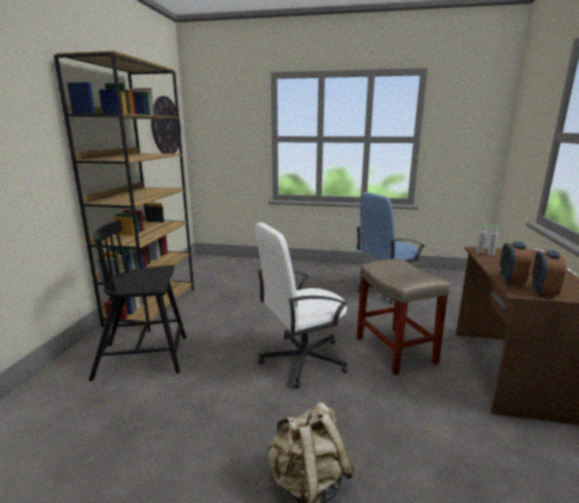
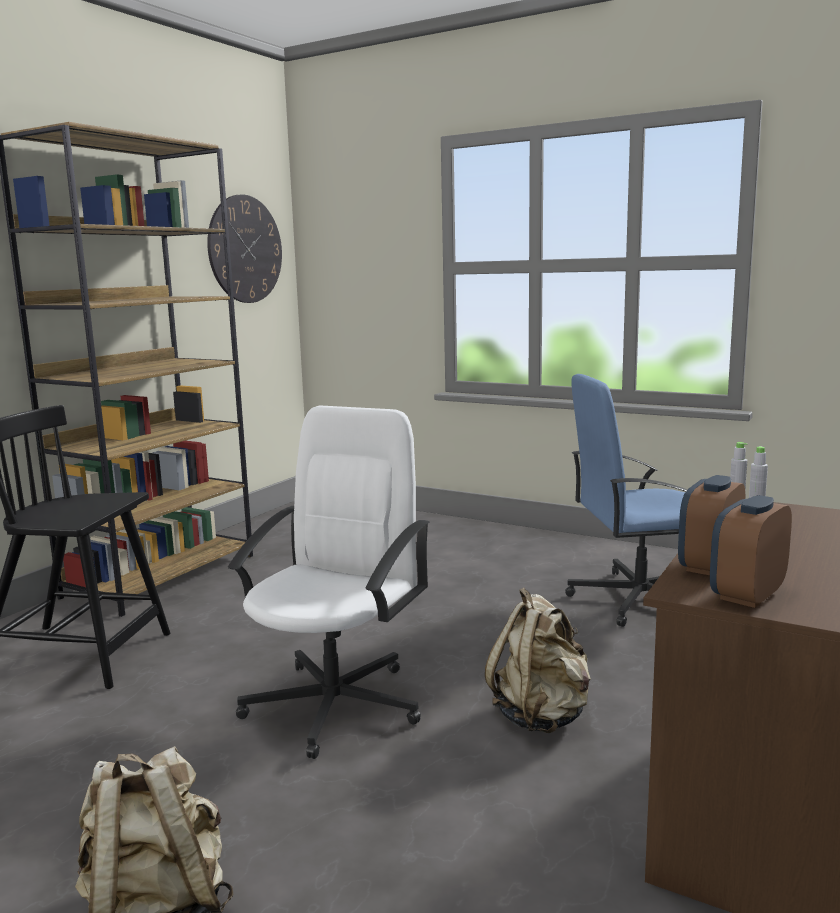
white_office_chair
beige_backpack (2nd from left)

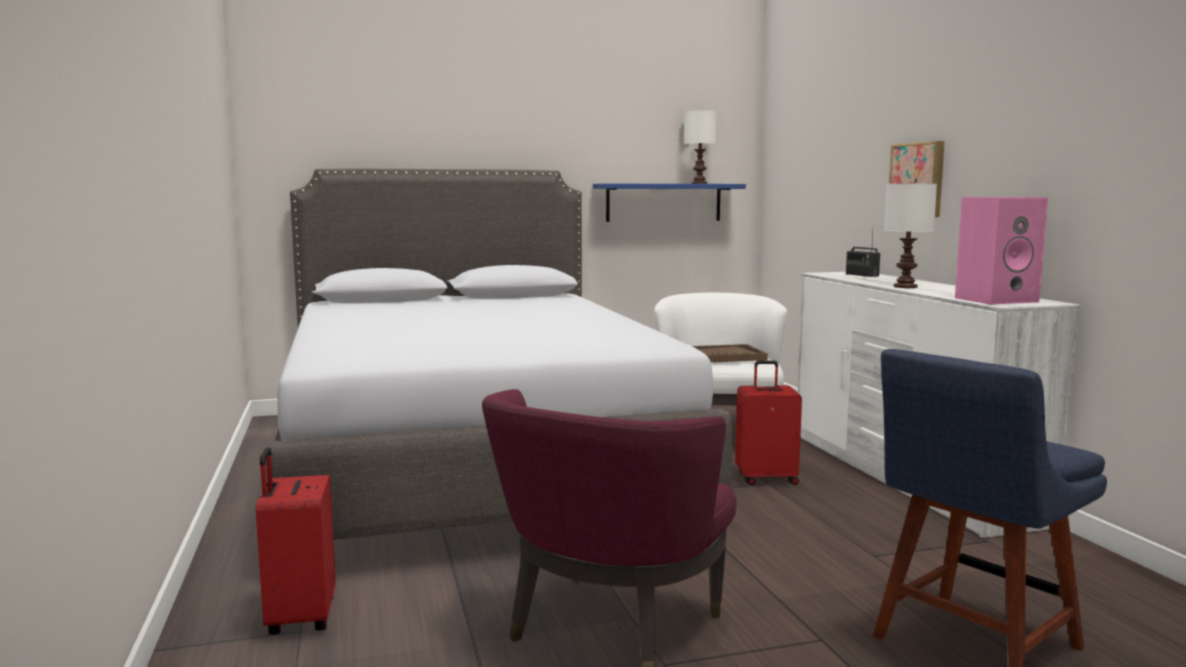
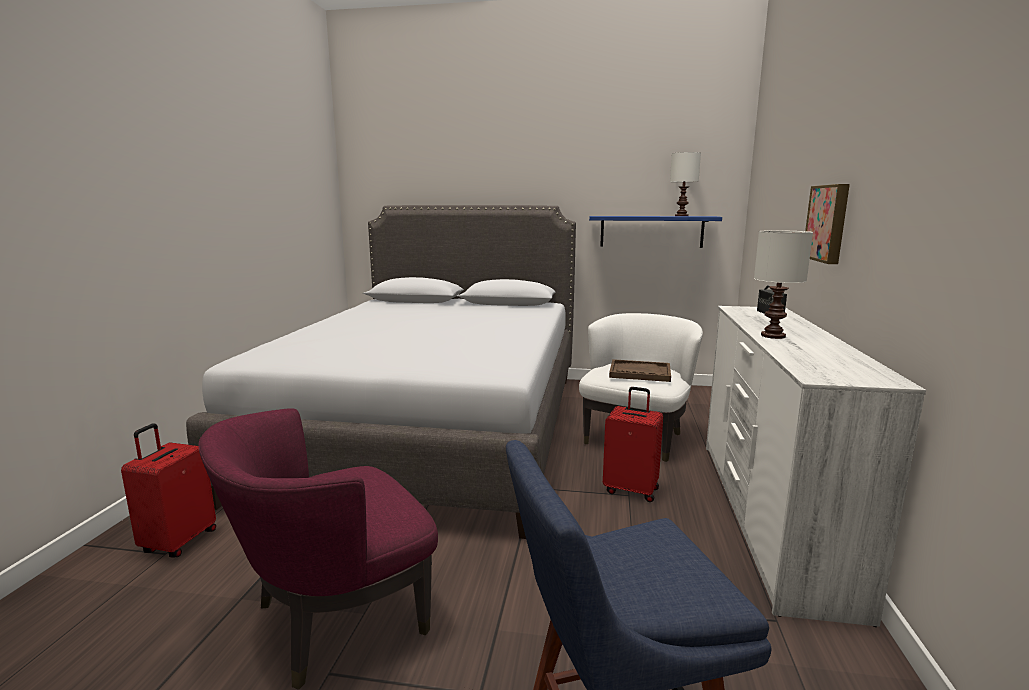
pink_speaker

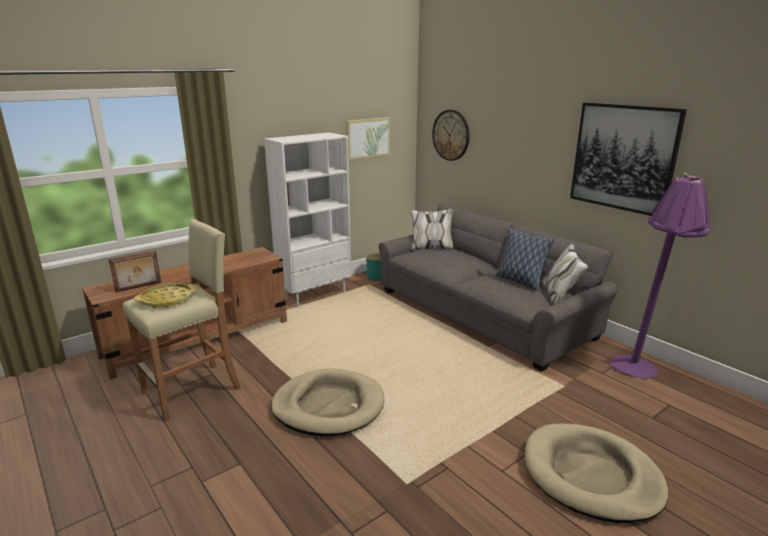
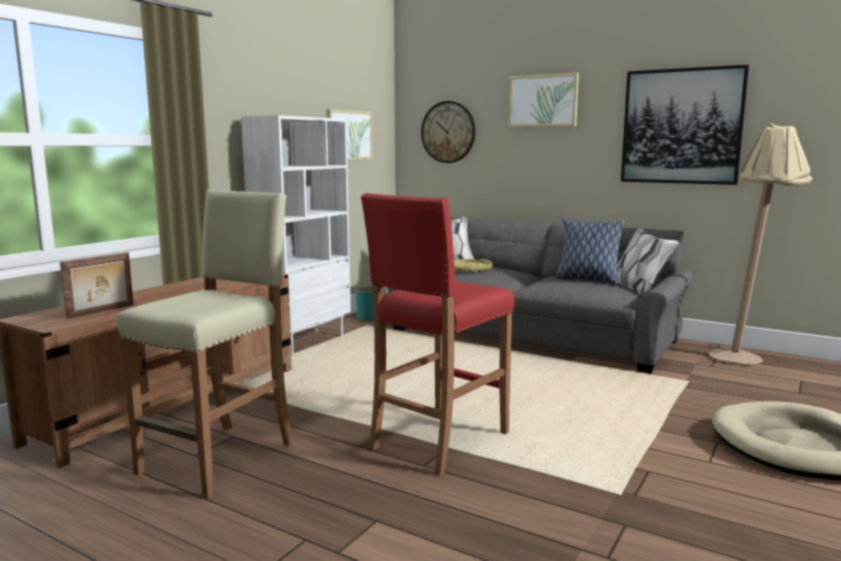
red_stool
yellow_tray
picture (2nd from left)
beige_floor_lamp

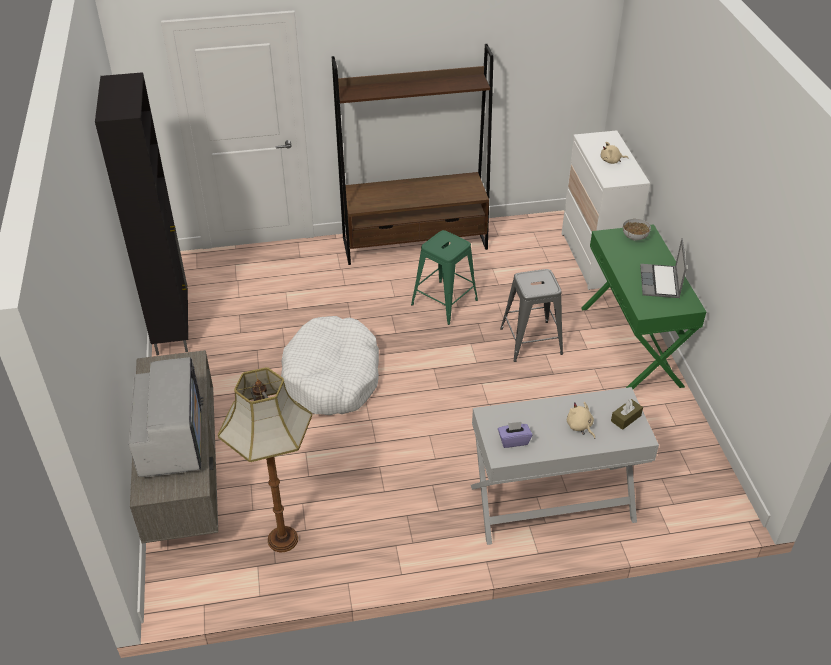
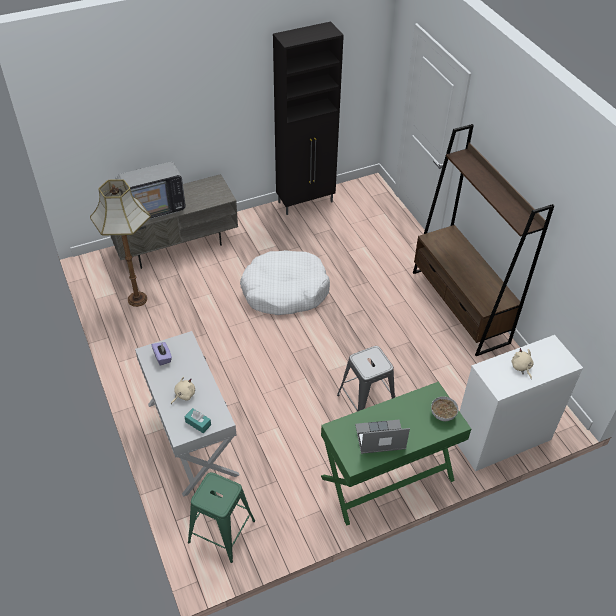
turquoise_tissue_box
green_stool

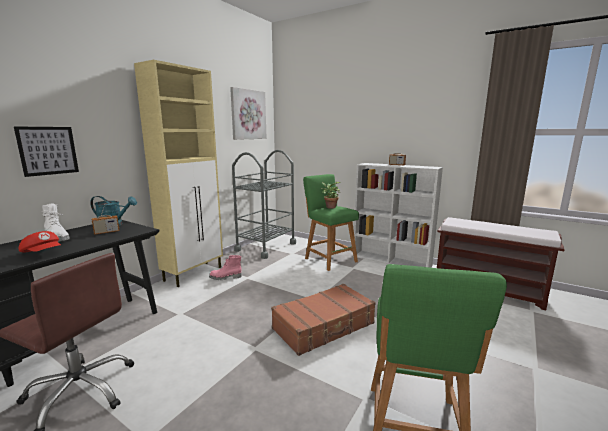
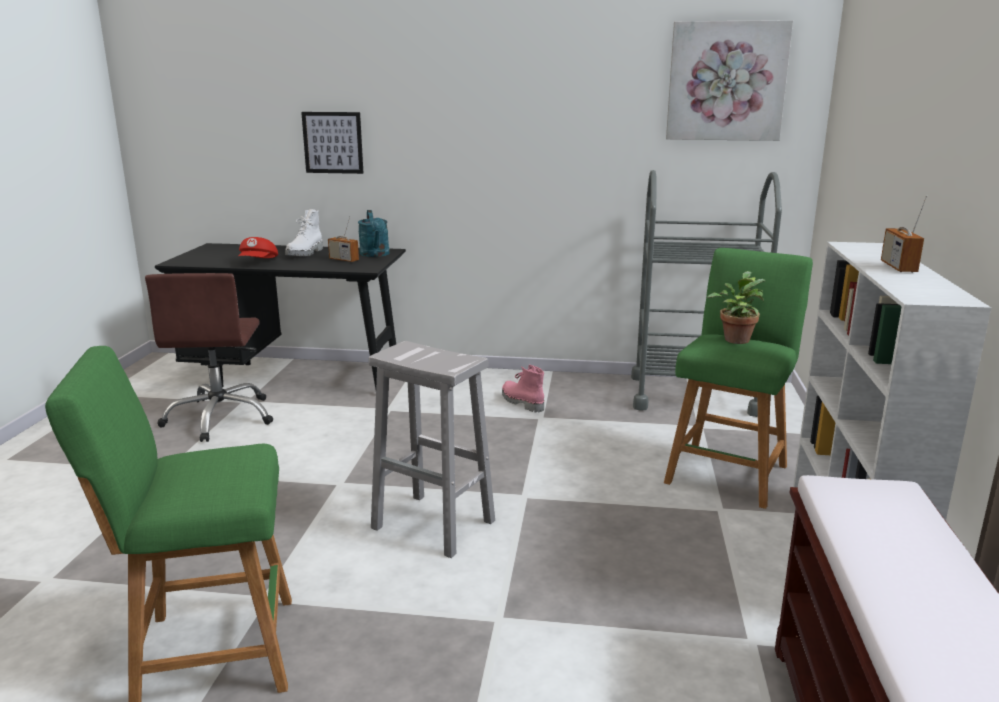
white_stool
beige_cabinet

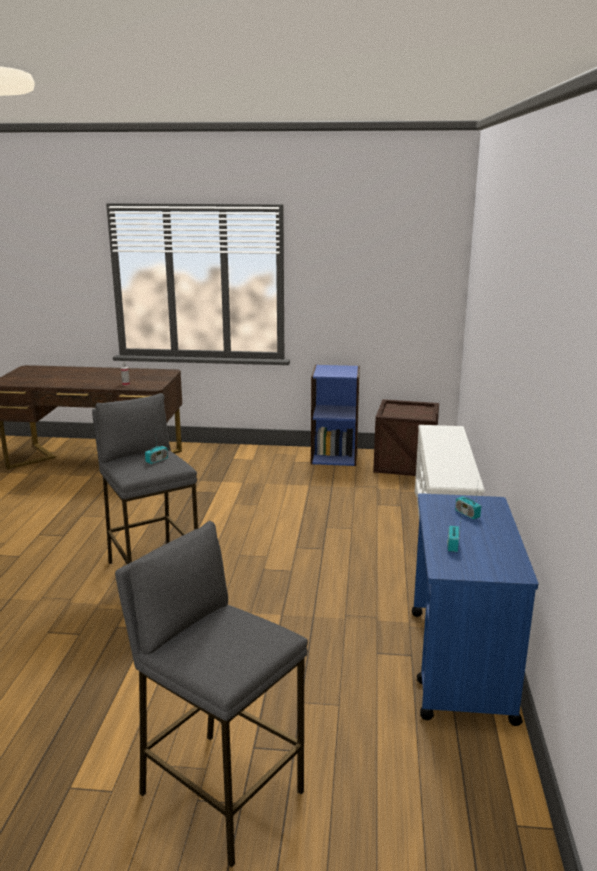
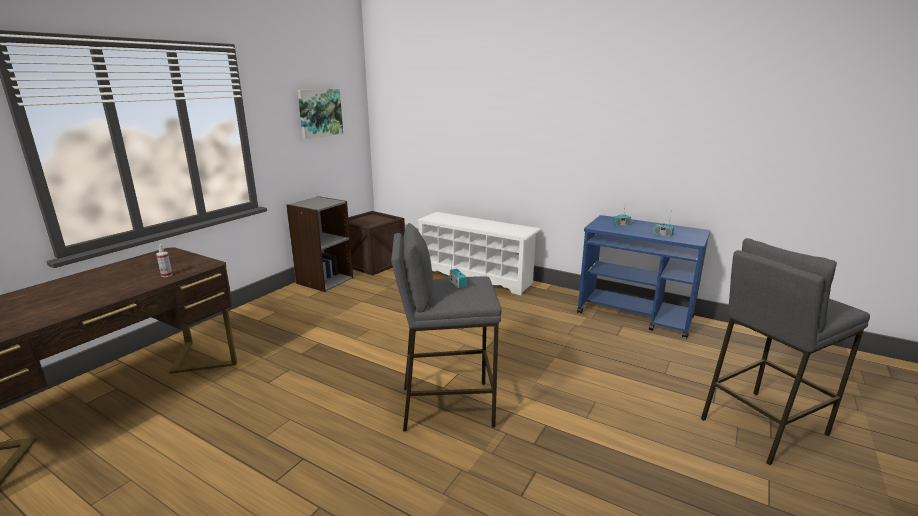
grey_bookcase
picture

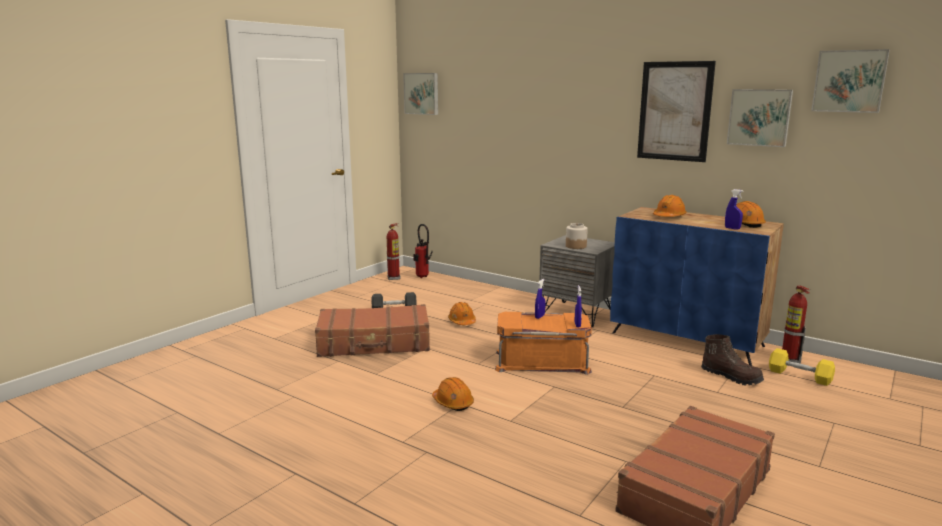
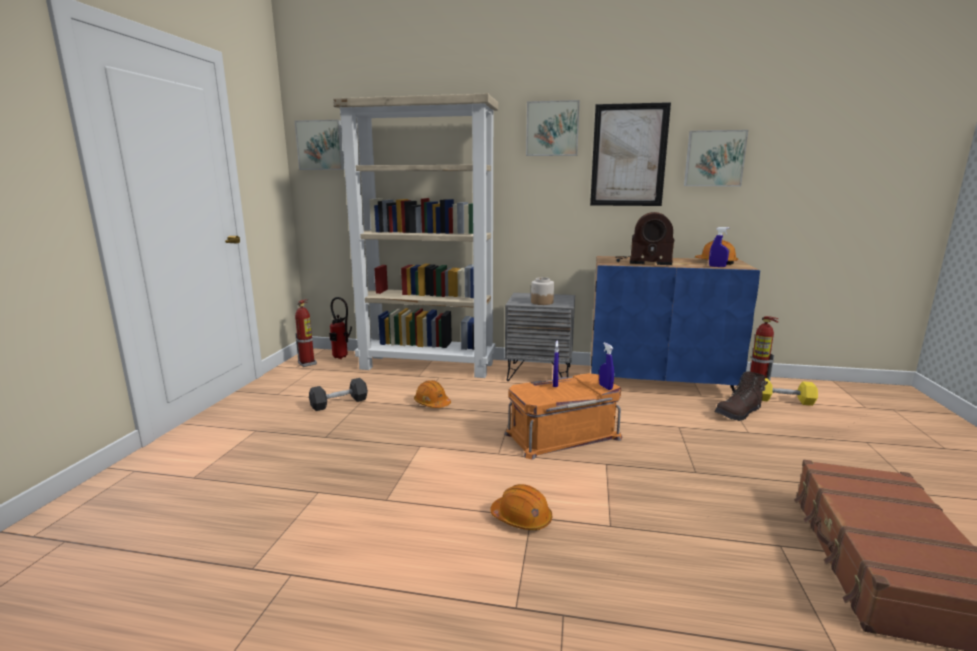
beige_bookcase
picture (2nd from left)
radio
brown_boot
brown_suitcase (1st from left in the first image)

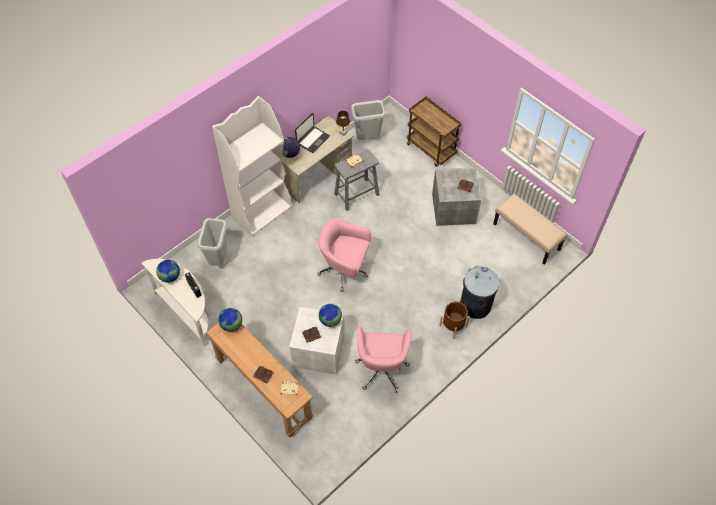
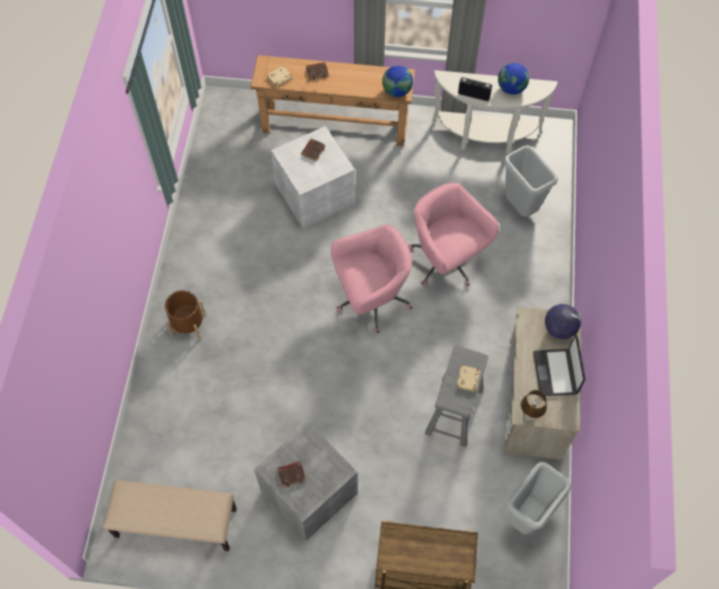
pink_office_chair (2nd from left)
white_bookcase
globe (4th from left in the first image)
grey_trash_can (3rd from left in the first image)

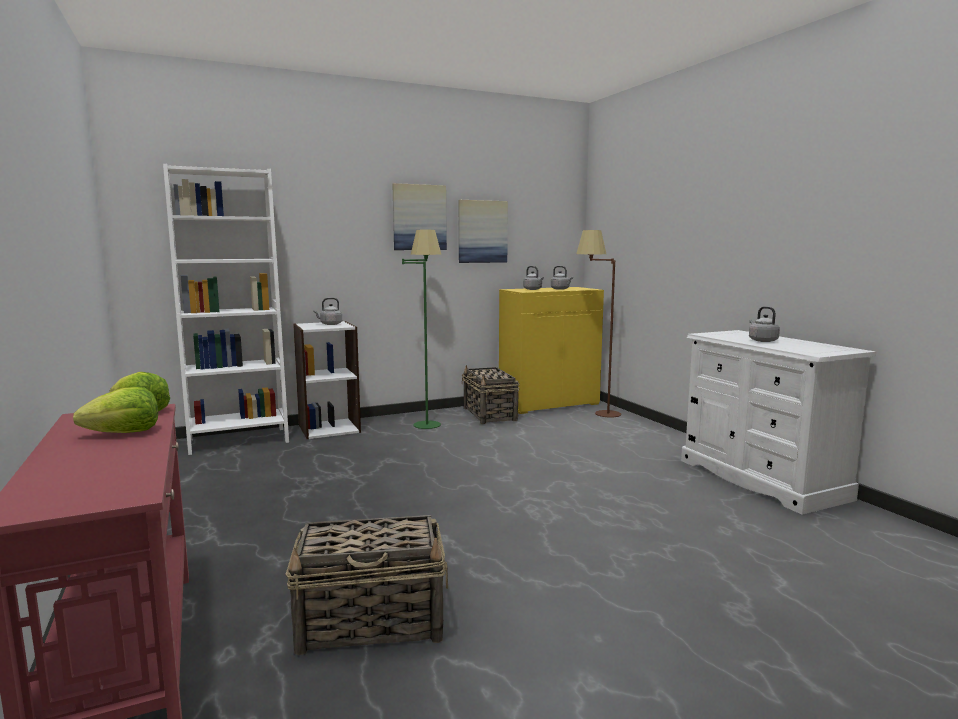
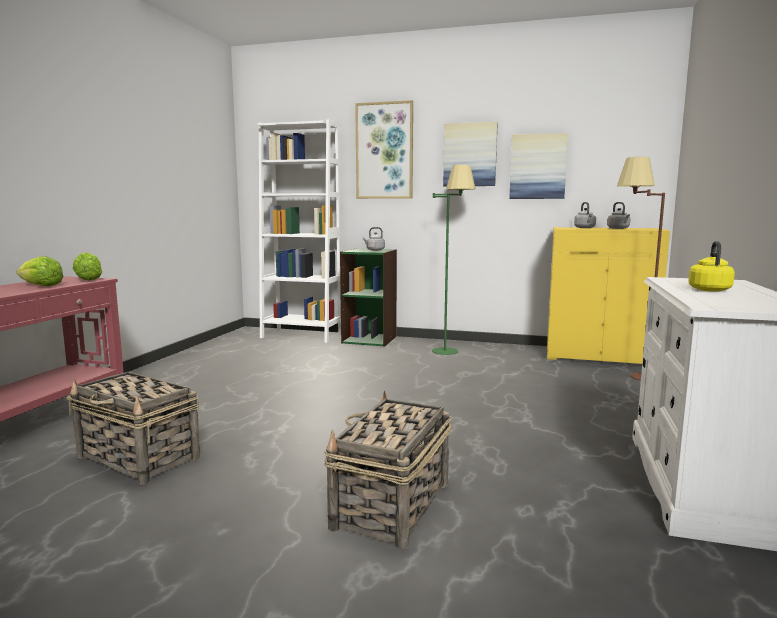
basket (2nd from left)
green_bookcase
picture (1st from left)
yellow_kettle

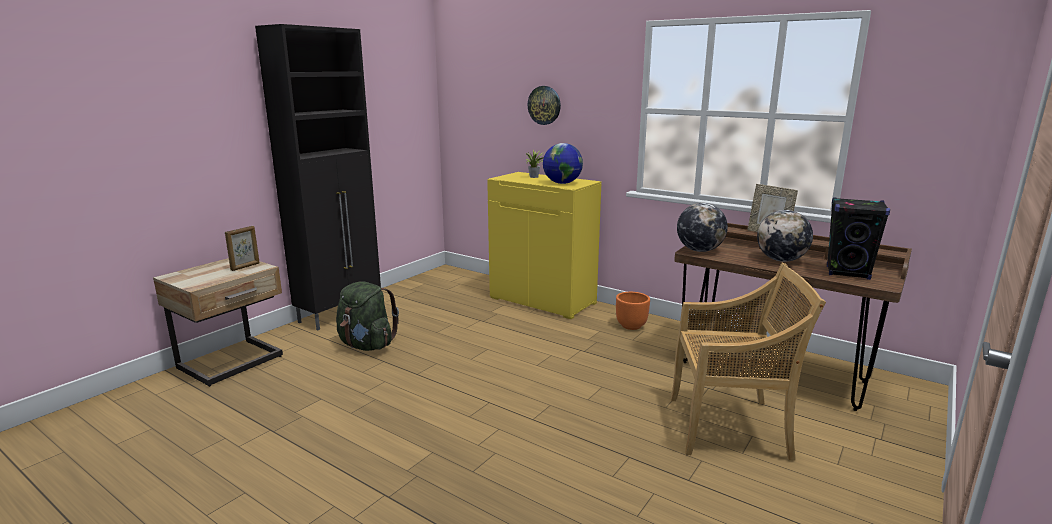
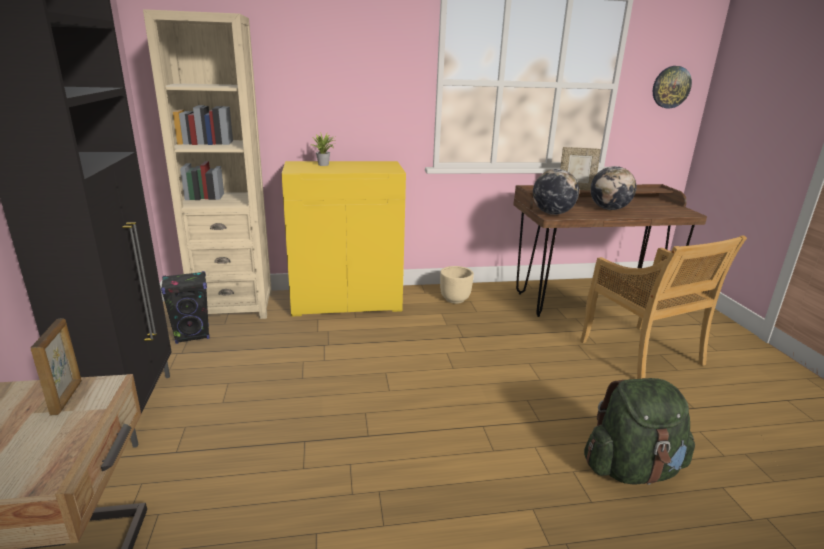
beige_bookcase
black_speaker
beige_planter
beige_chair
green_backpack
wall_clock
globe (1st from left in the first image)

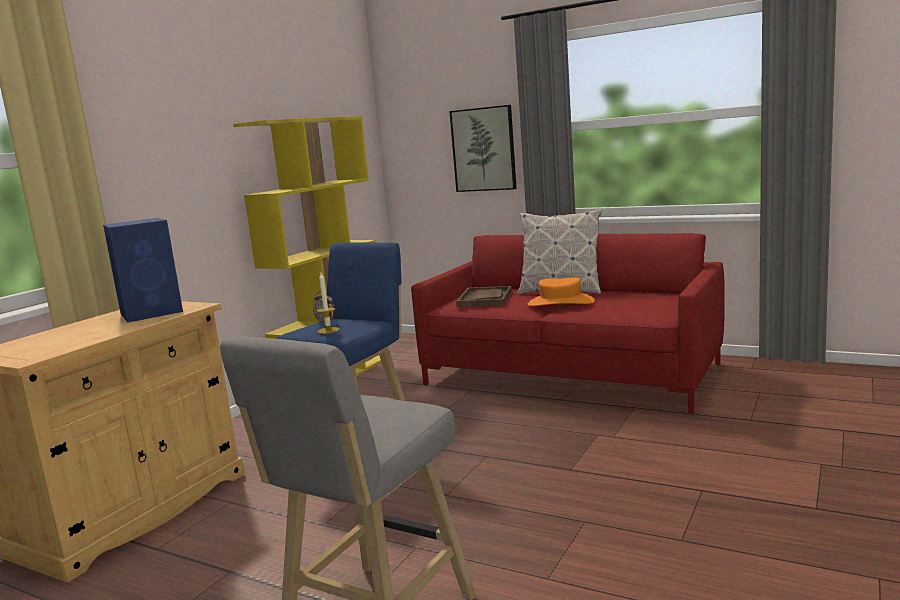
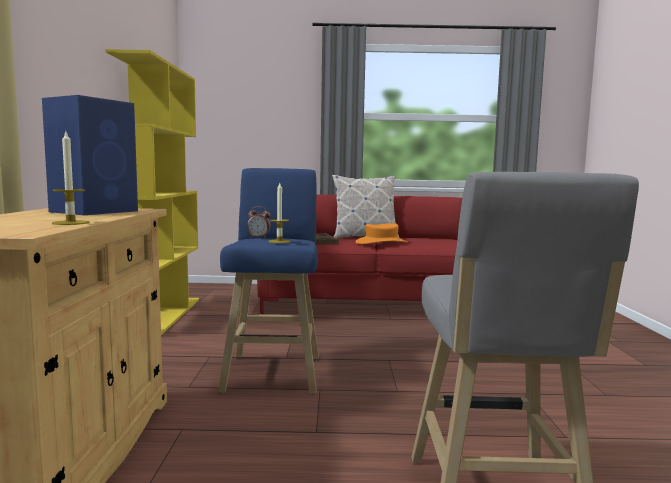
candle (1st from left)
picture

